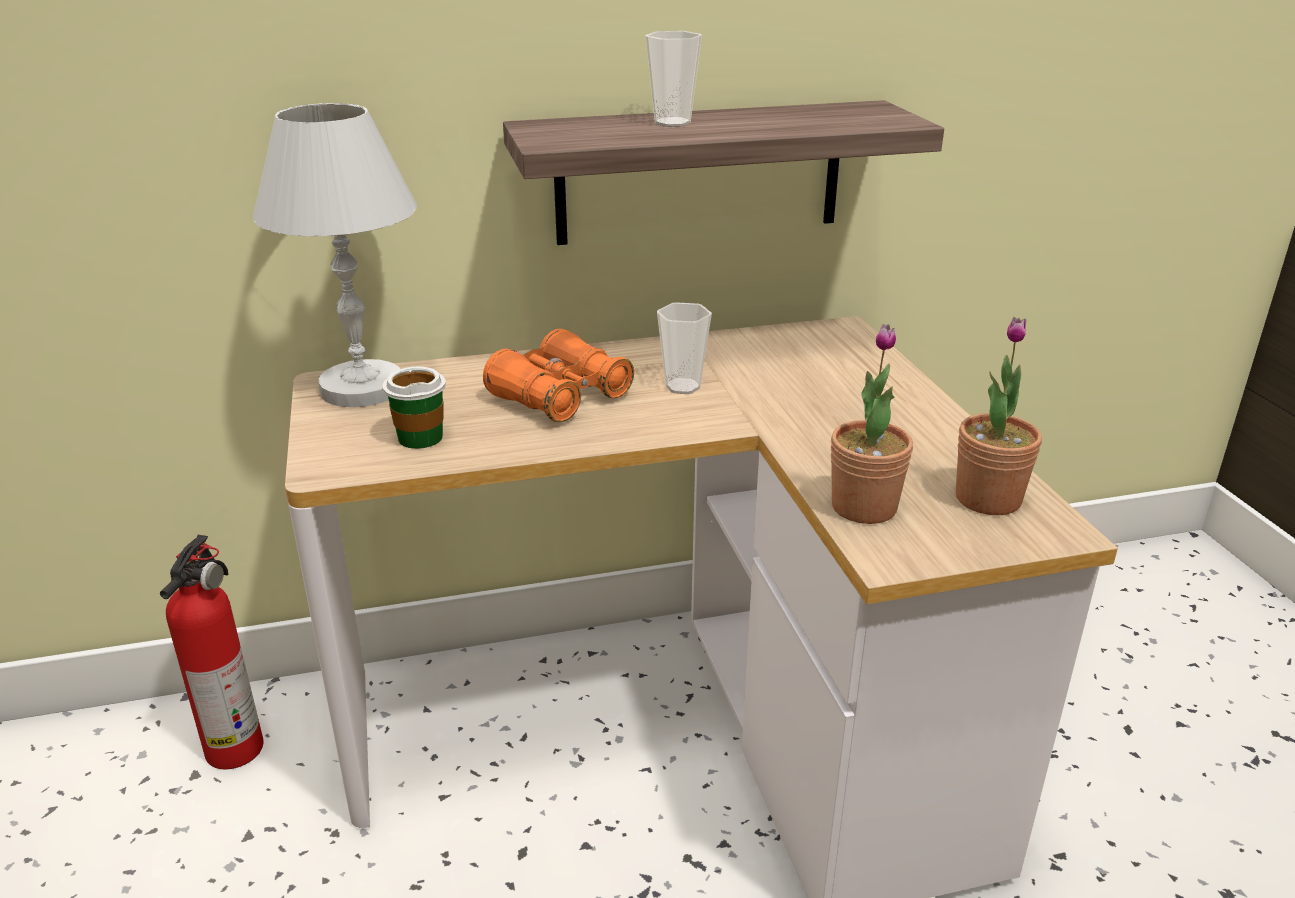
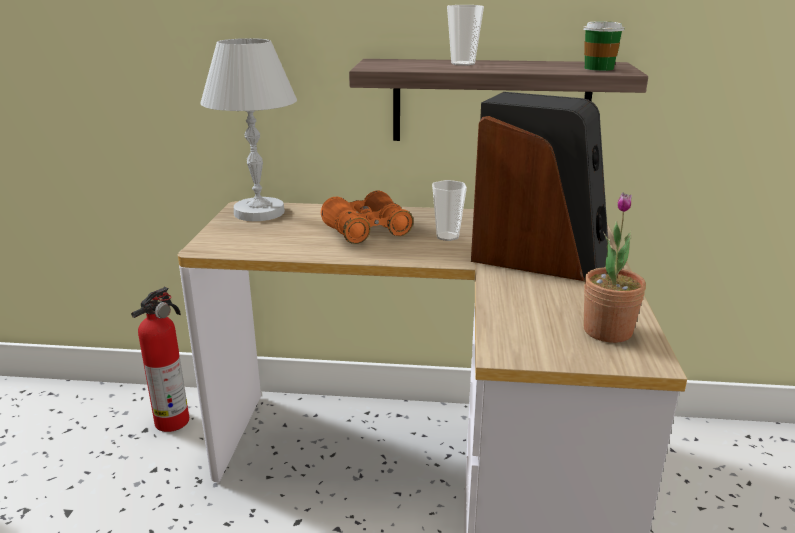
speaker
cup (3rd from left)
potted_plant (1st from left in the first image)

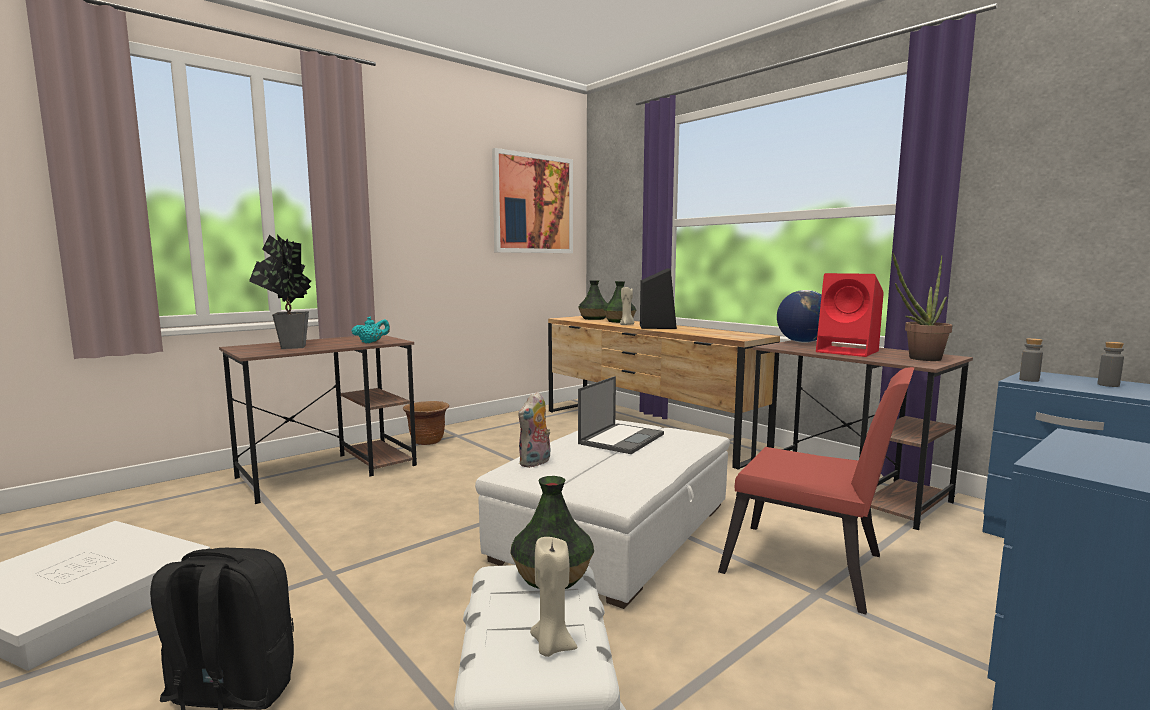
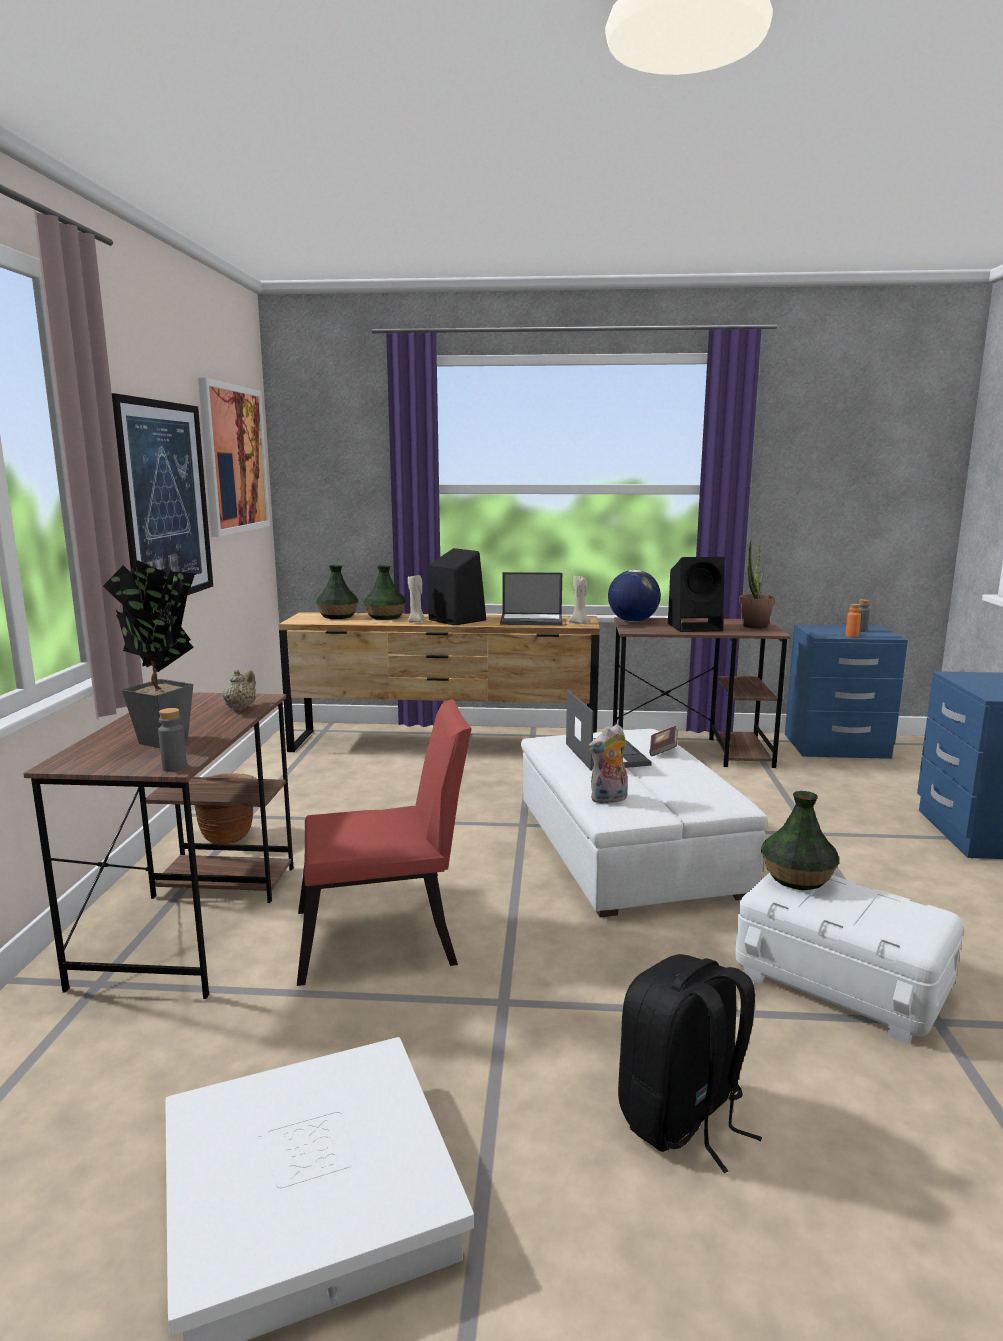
picture (1st from left)
grey_bottle (1st from left)
beige_teapot
red_chair
laptop (1st from left)
beige_candle (2nd from left)
plush_toy
book
black_speaker (2nd from left)
orange_bottle

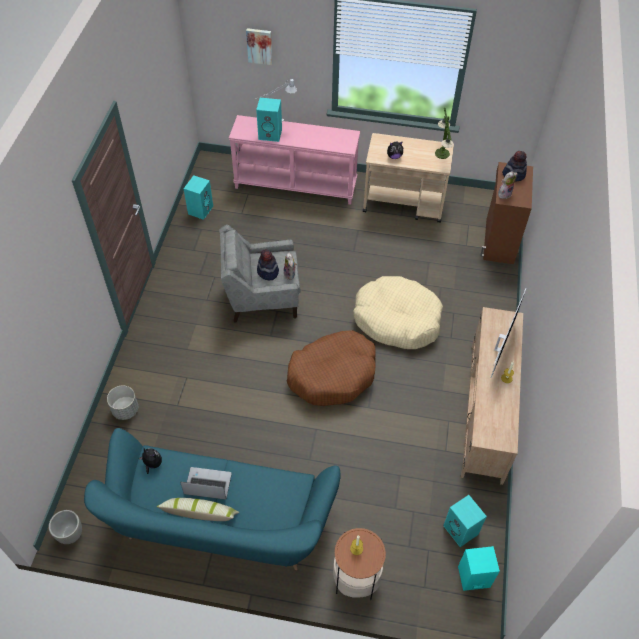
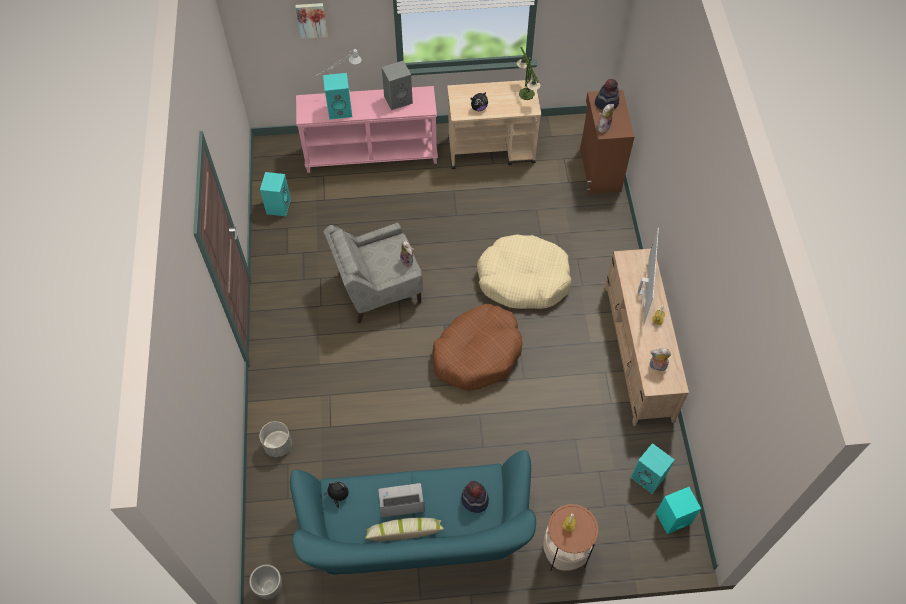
grey_speaker
hat (1st from left)
plush_toy (5th from left)

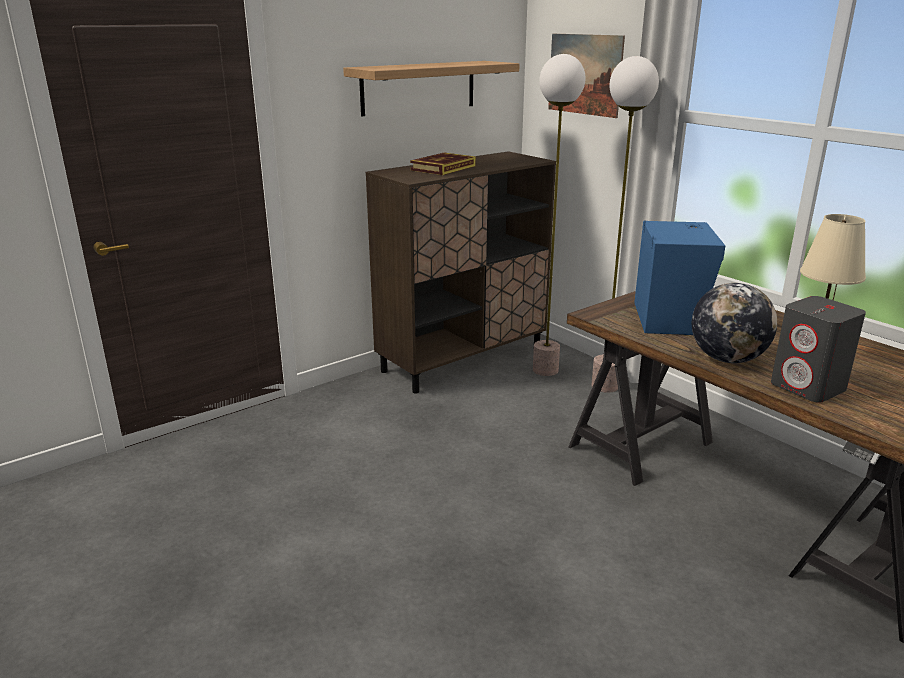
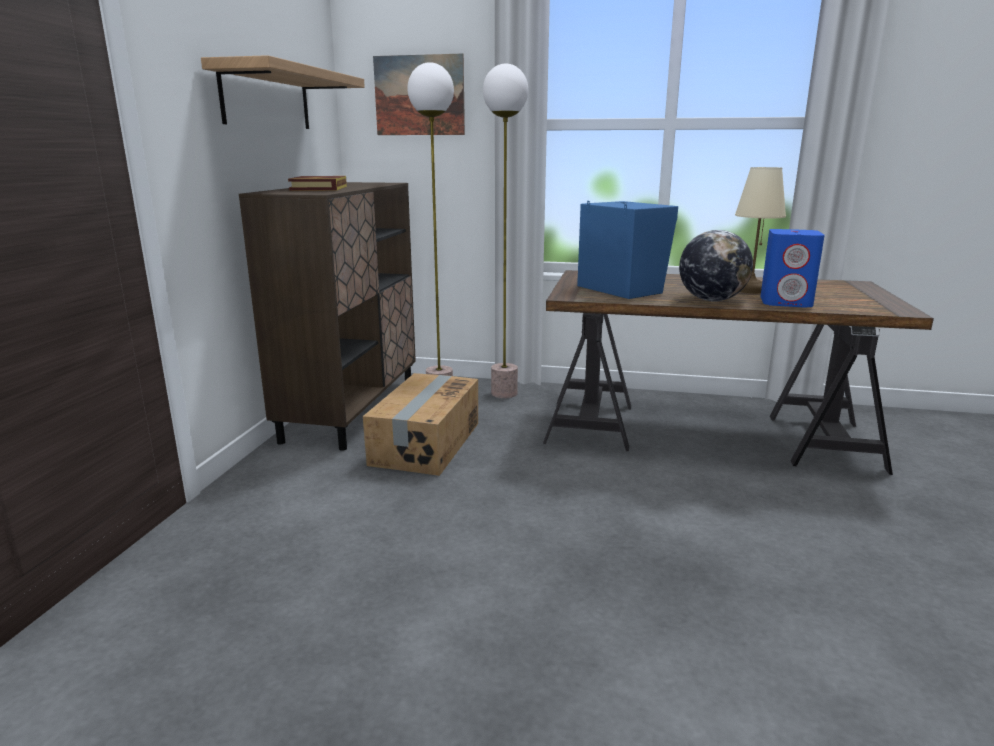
cardboard_box
blue_speaker (2nd from left)

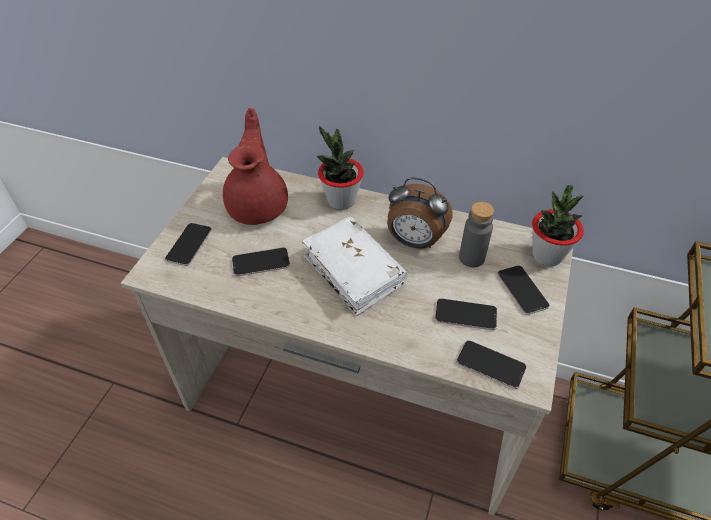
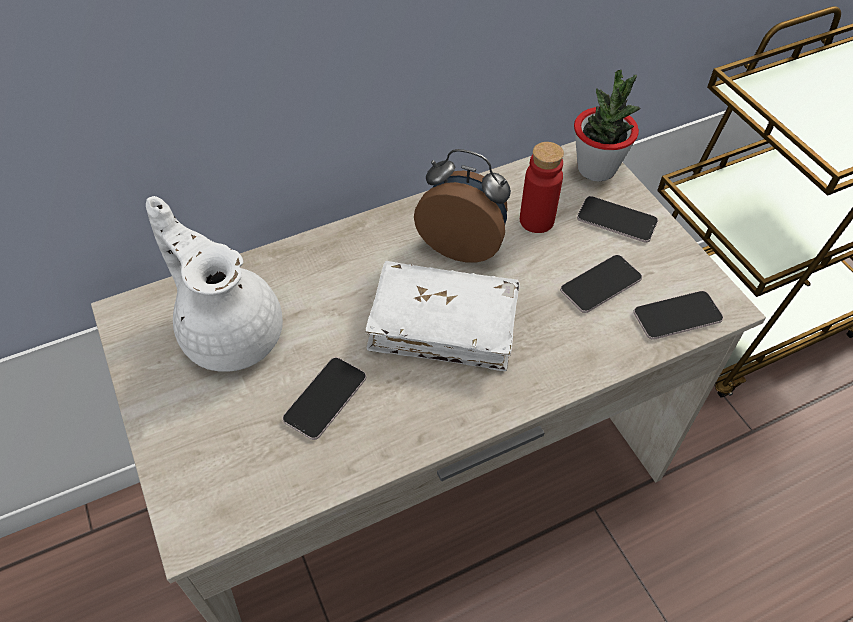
white_teapot
alarm_clock
red_bottle
phone (1st from left in the first image)
potted_plant (1st from left in the first image)

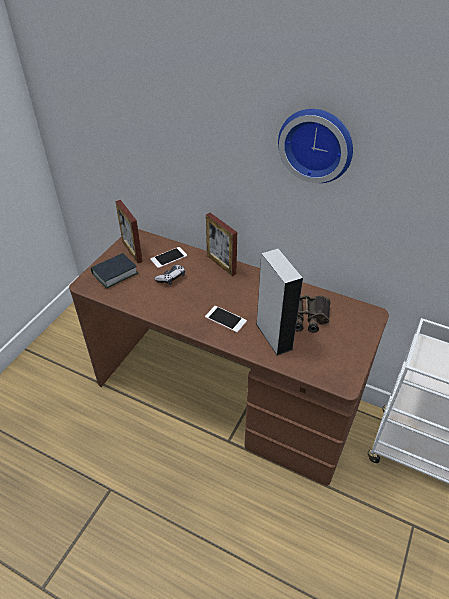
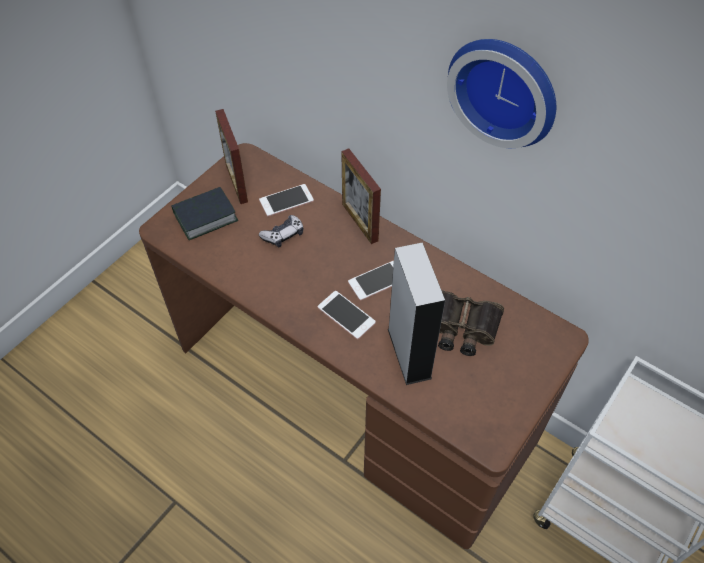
phone (3rd from left)

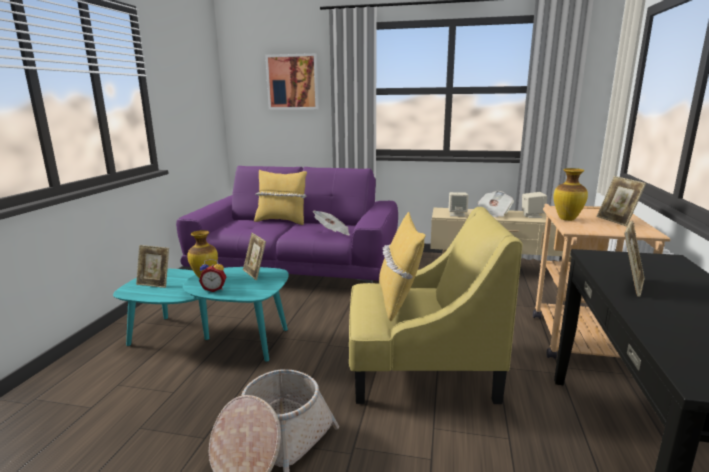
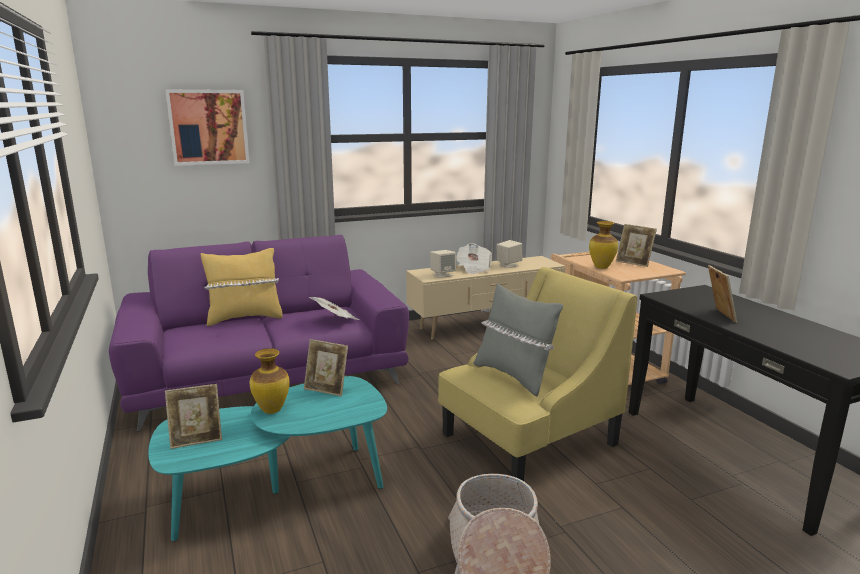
grey_pillow
alarm_clock

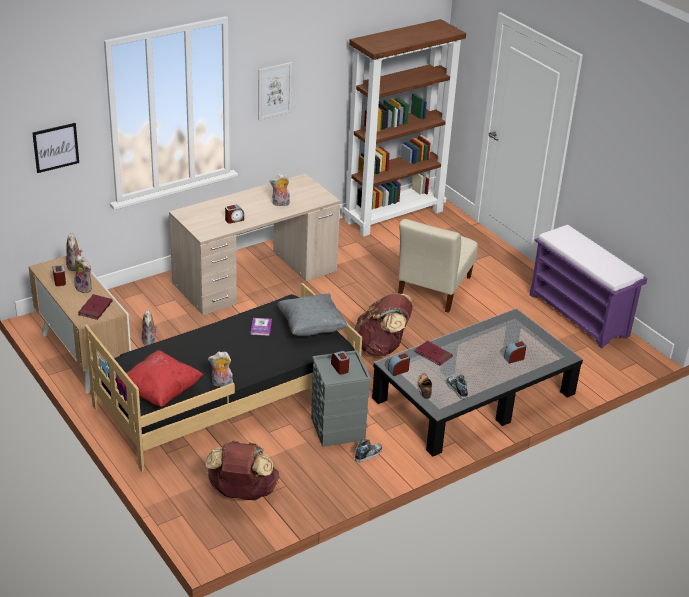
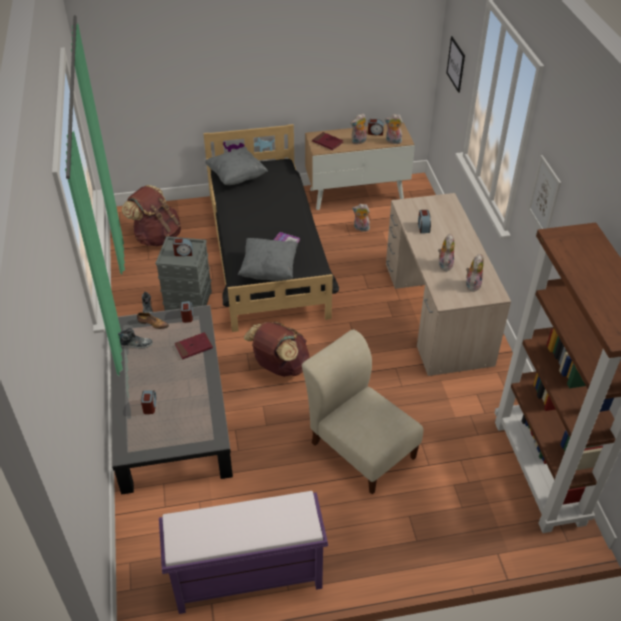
grey_pillow (1st from left)
plush_toy (5th from left)

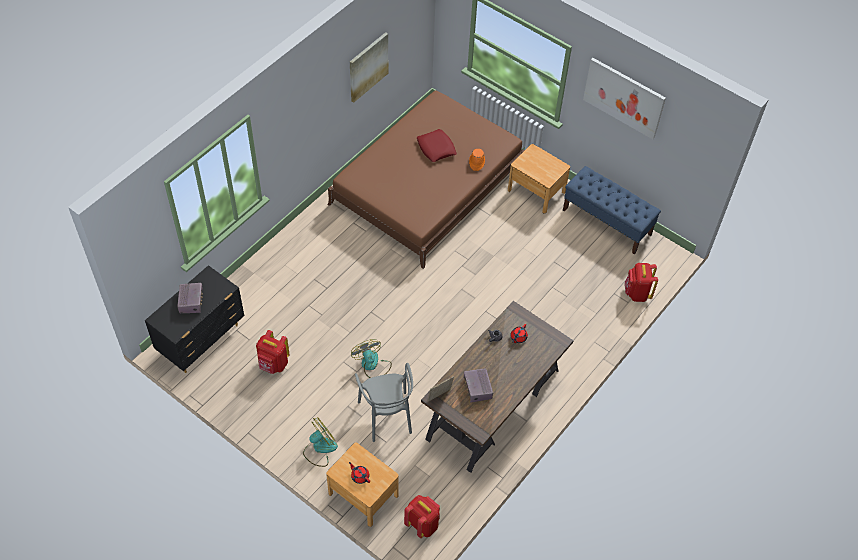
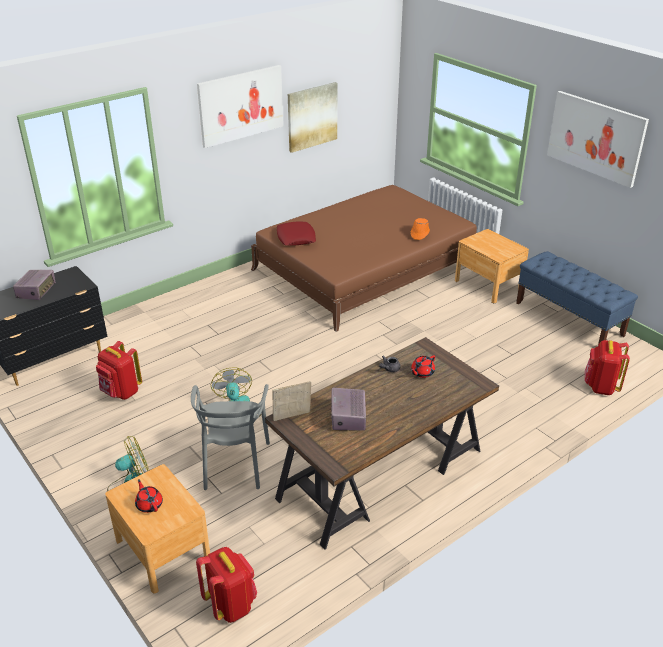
picture (1st from left)
red_pillow

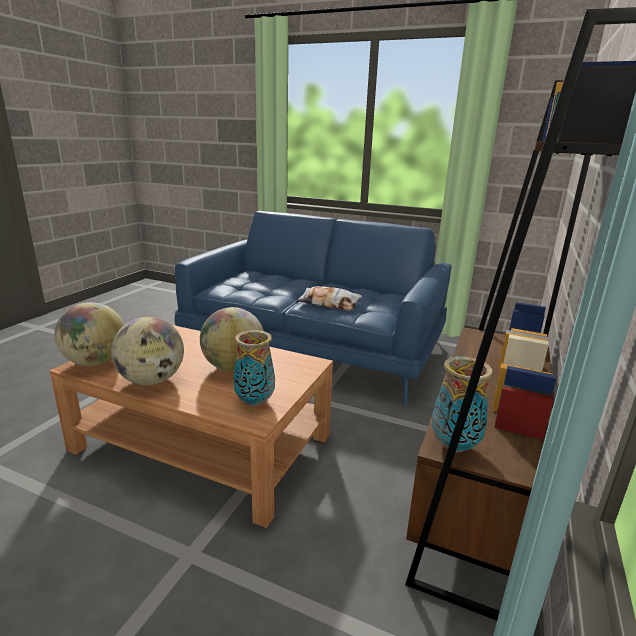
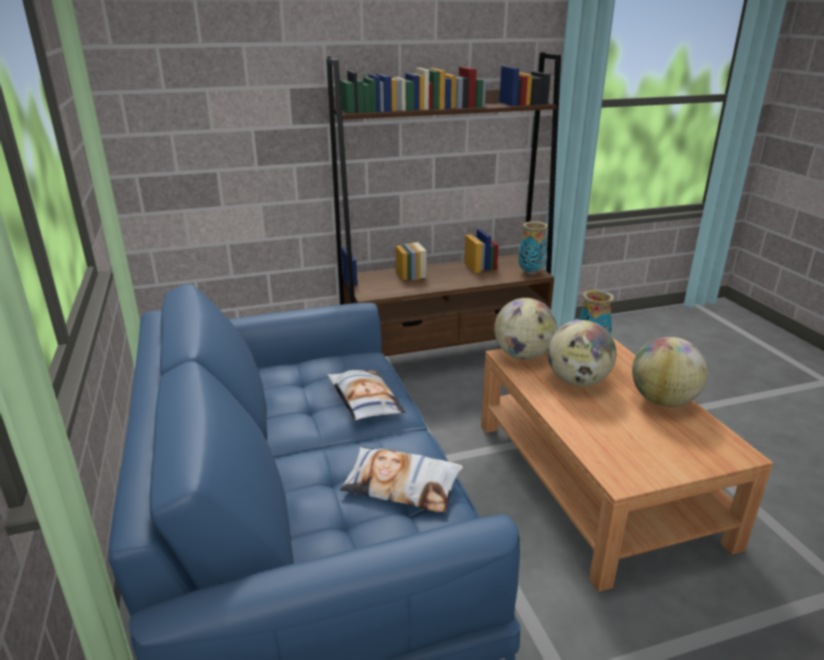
pillow (2nd from left)
globe (1st from left)

